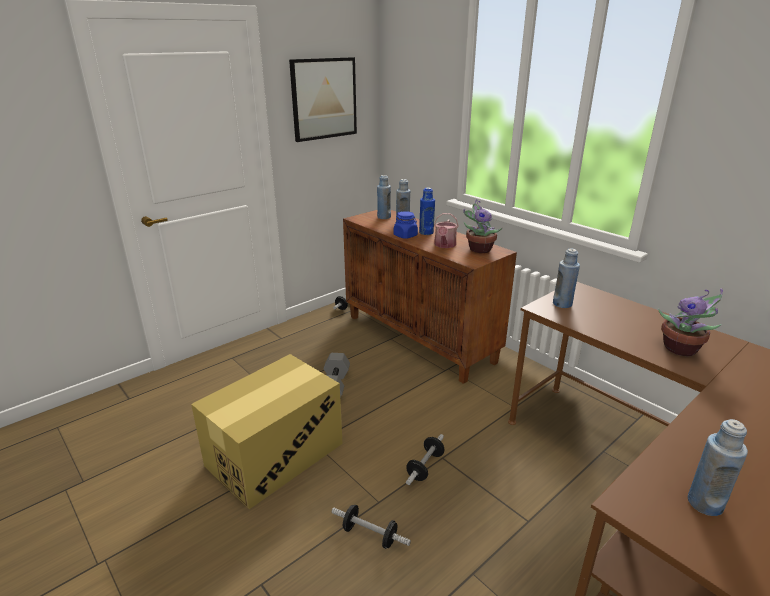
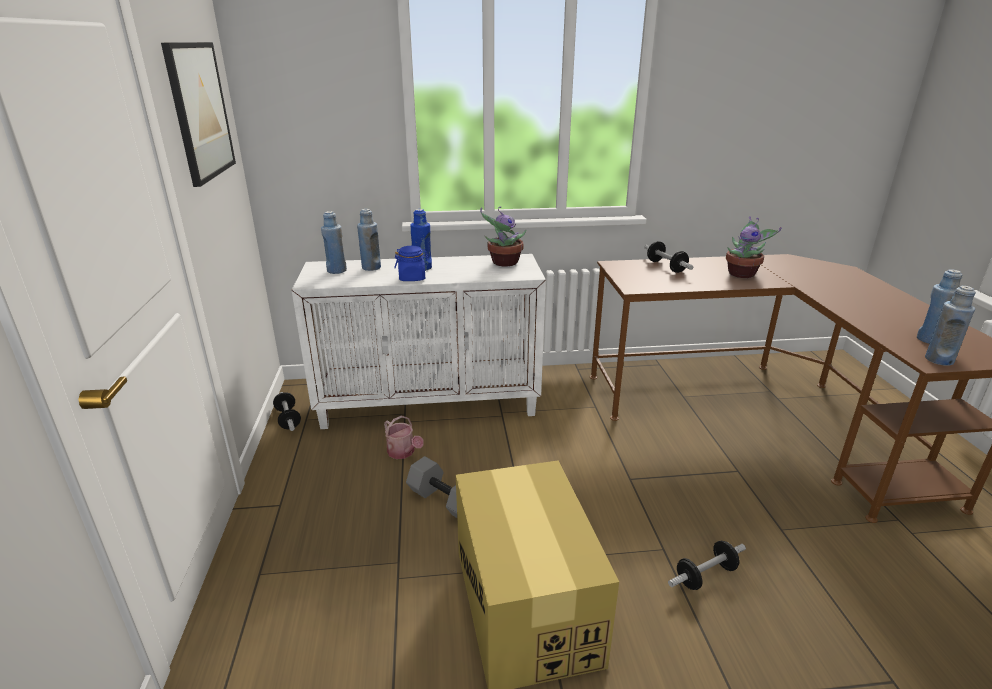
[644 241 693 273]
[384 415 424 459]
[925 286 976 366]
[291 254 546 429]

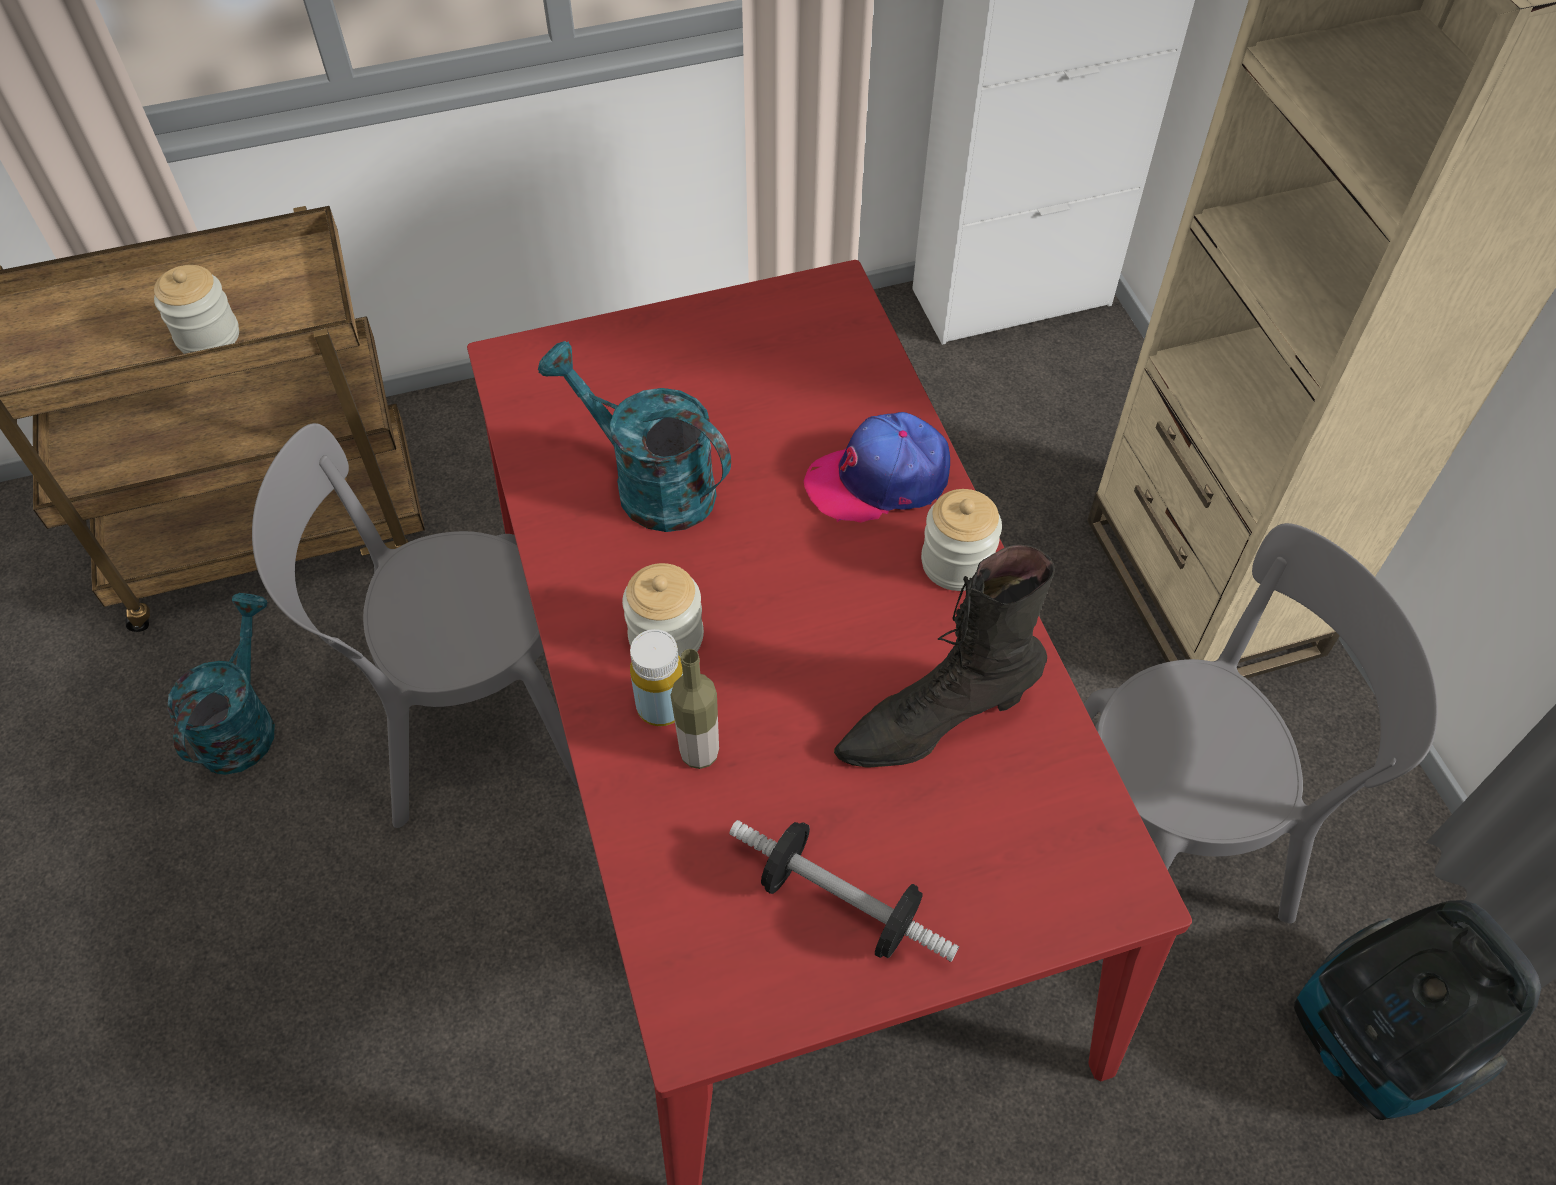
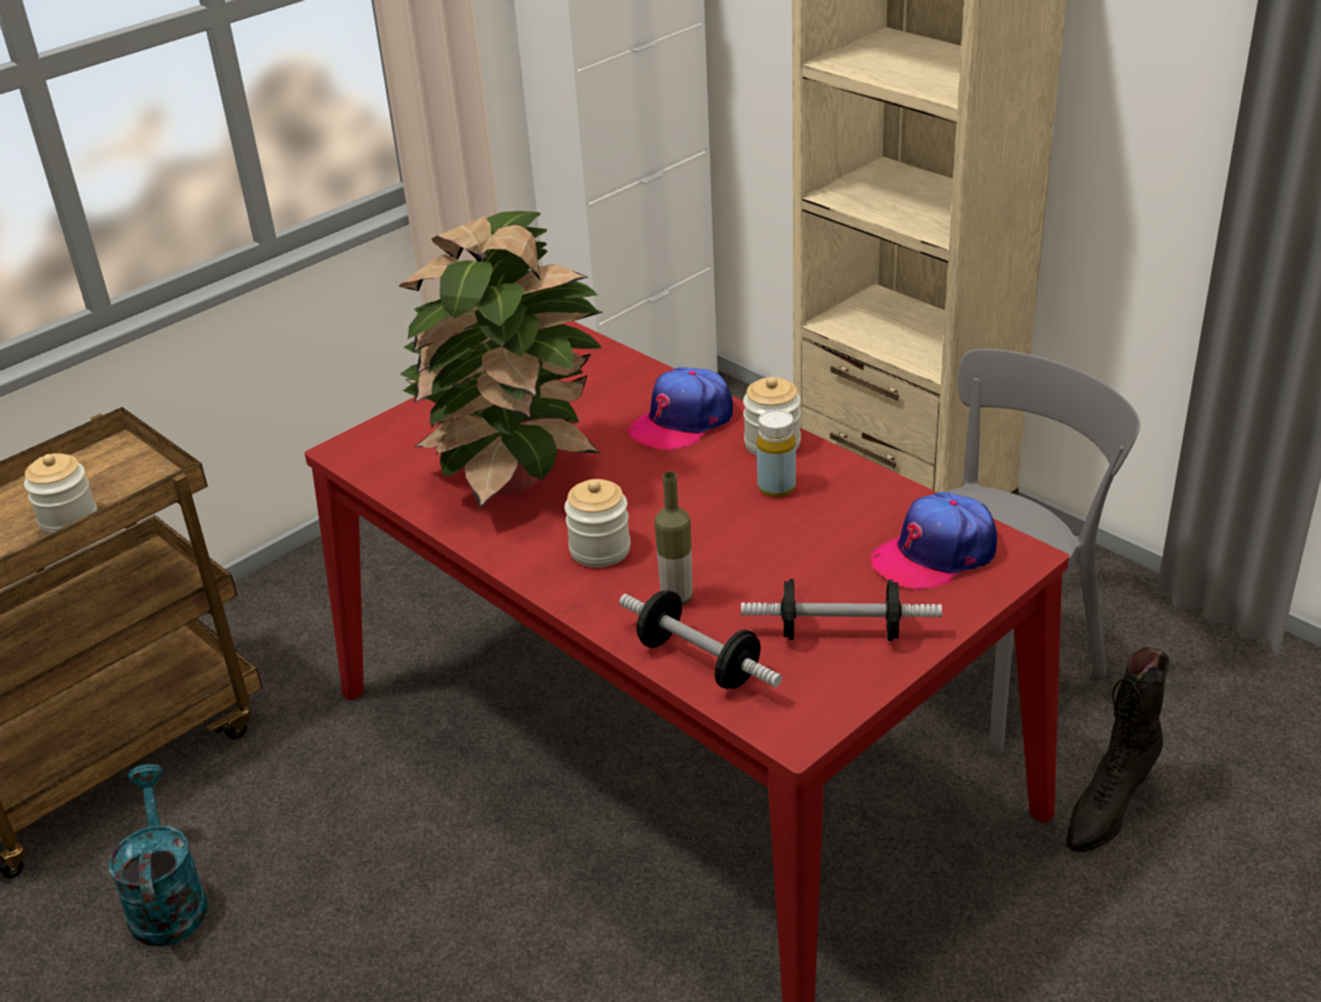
[252 423 578 828] (first image)
[1294 900 1541 1120] (first image)
[619 590 782 689]
[871 492 997 591]
[757 410 796 497]
[1066 647 1170 852]
[399 211 603 507]

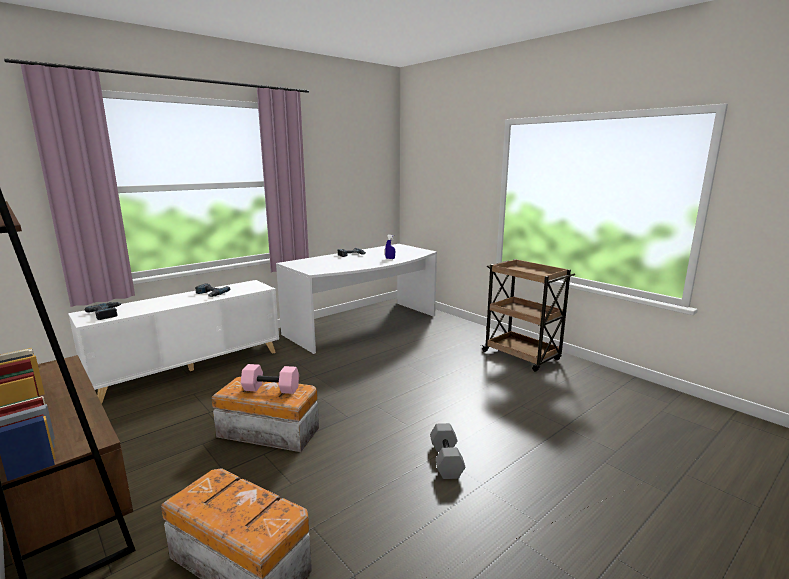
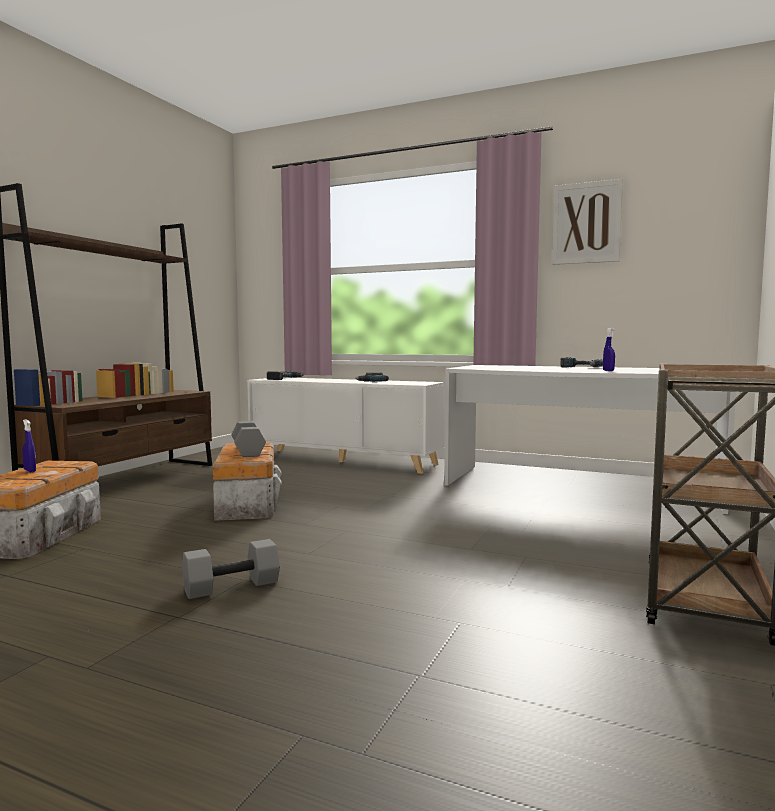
[23 419 36 472]
[552 179 623 265]
[231 421 266 457]

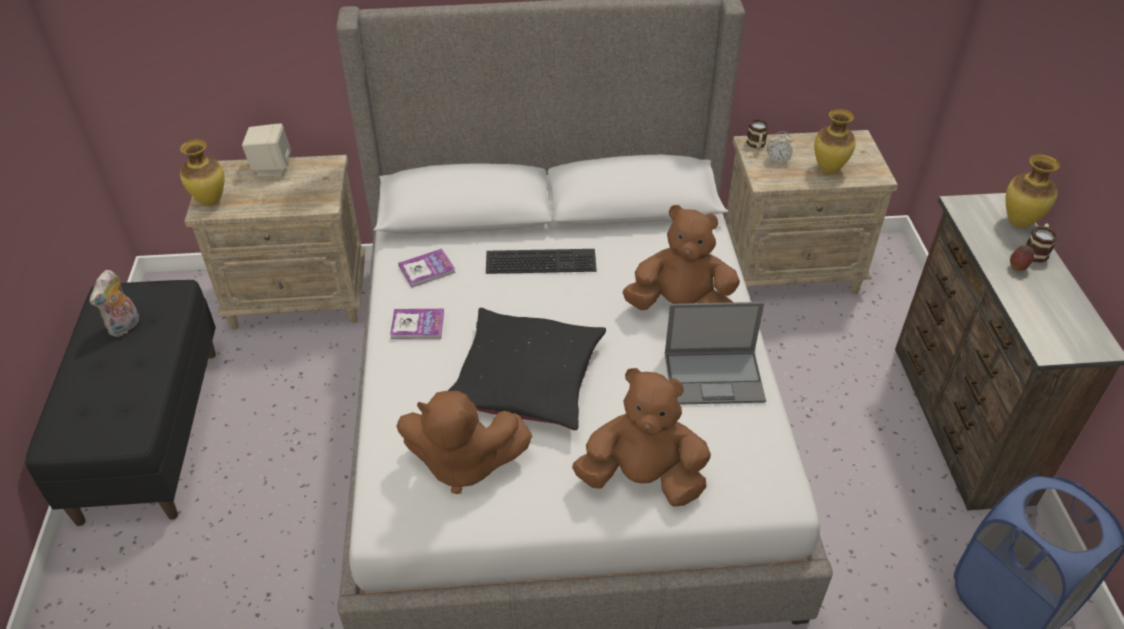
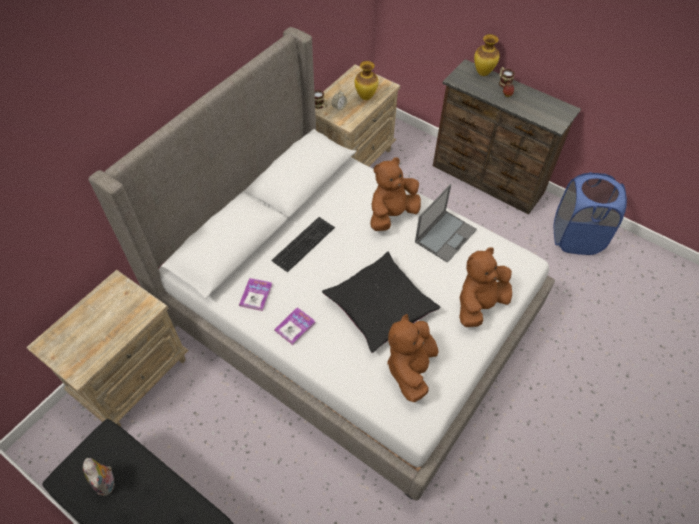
[180 139 225 206] (first image)
[242 124 291 177] (first image)
[387 314 439 402]

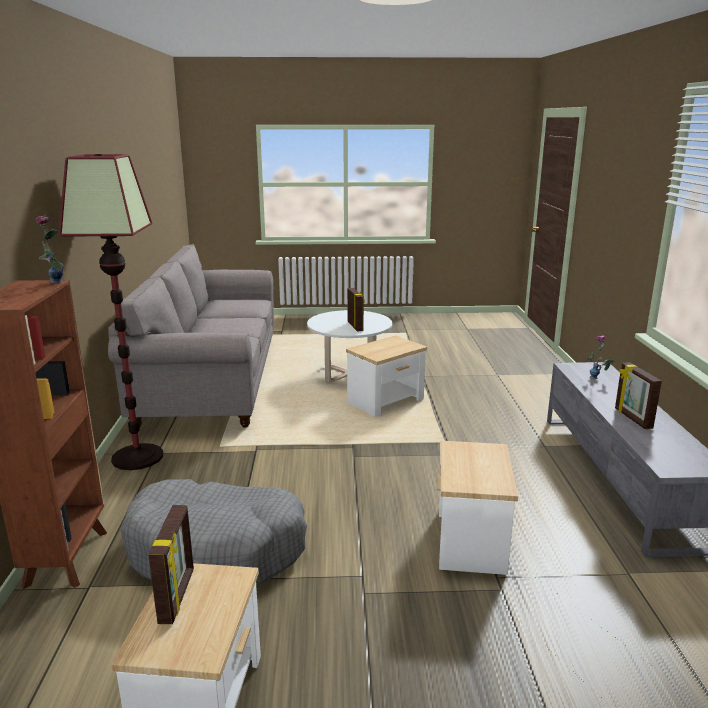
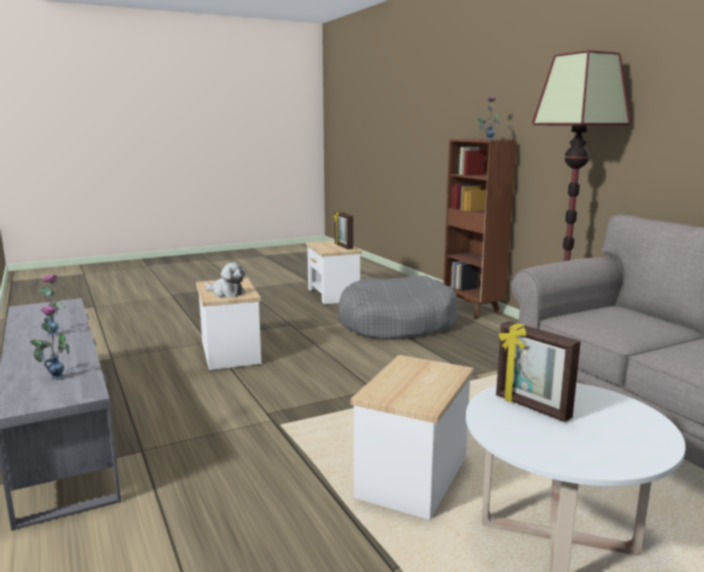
[205 262 245 297]
[39 274 66 337]

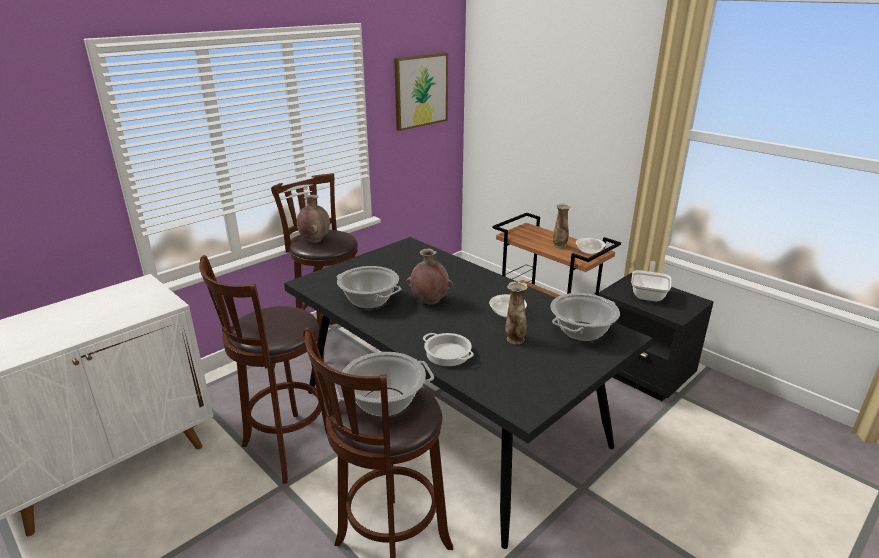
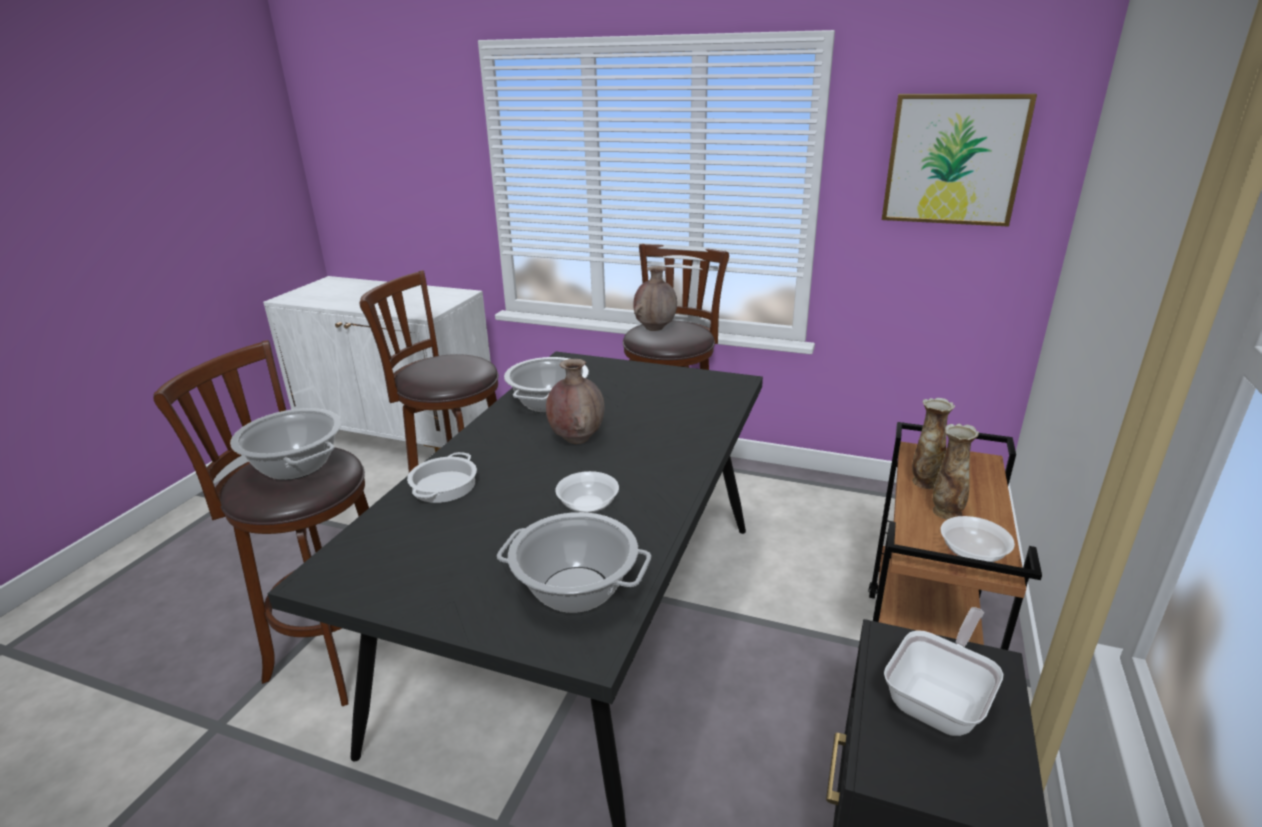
[912 398 955 489]
[884 607 1004 736]

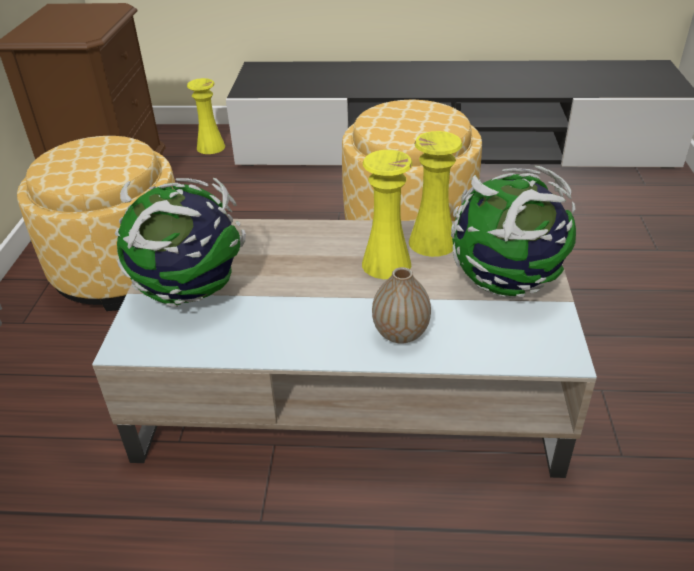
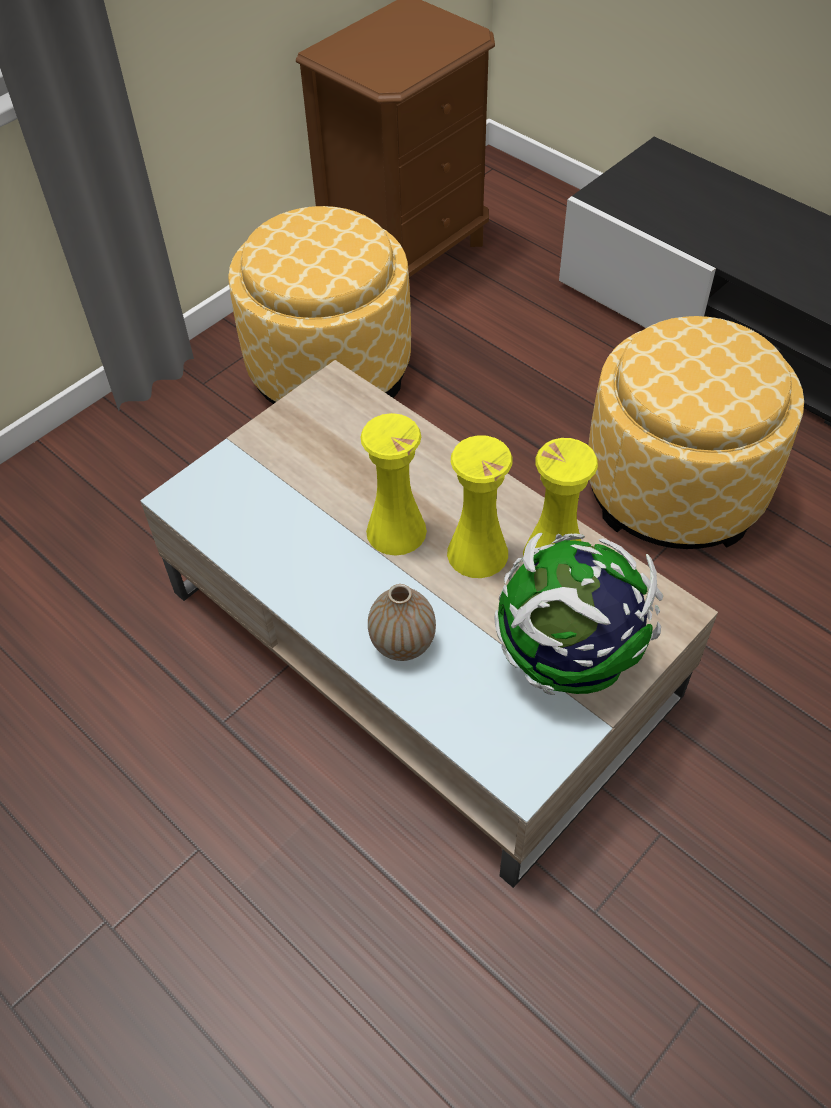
[115 178 246 307] (first image)
[360 413 427 556]

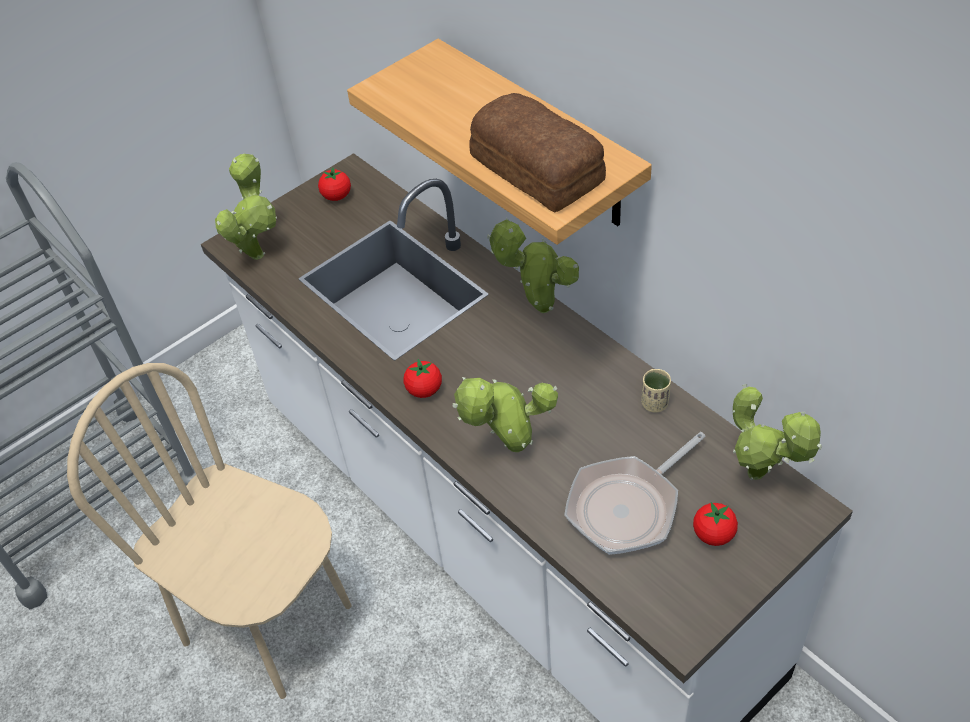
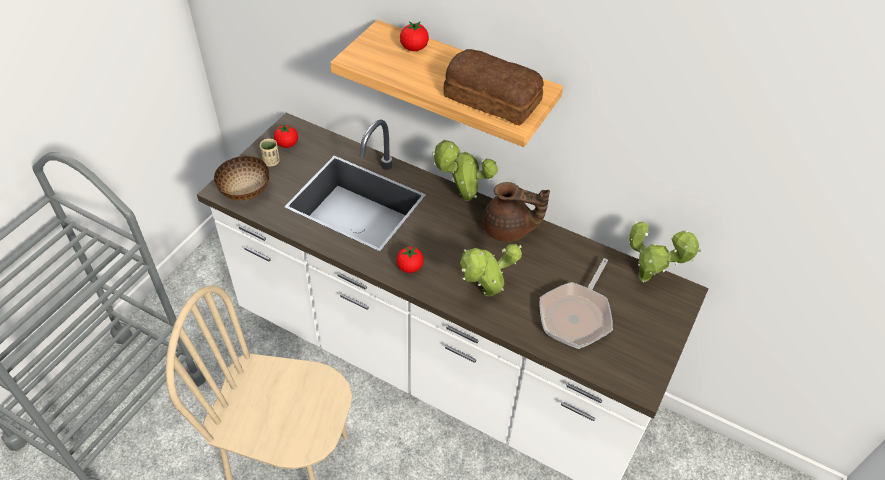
[483 182 550 242]
[260 139 280 166]
[400 21 429 51]
[214 156 269 201]

